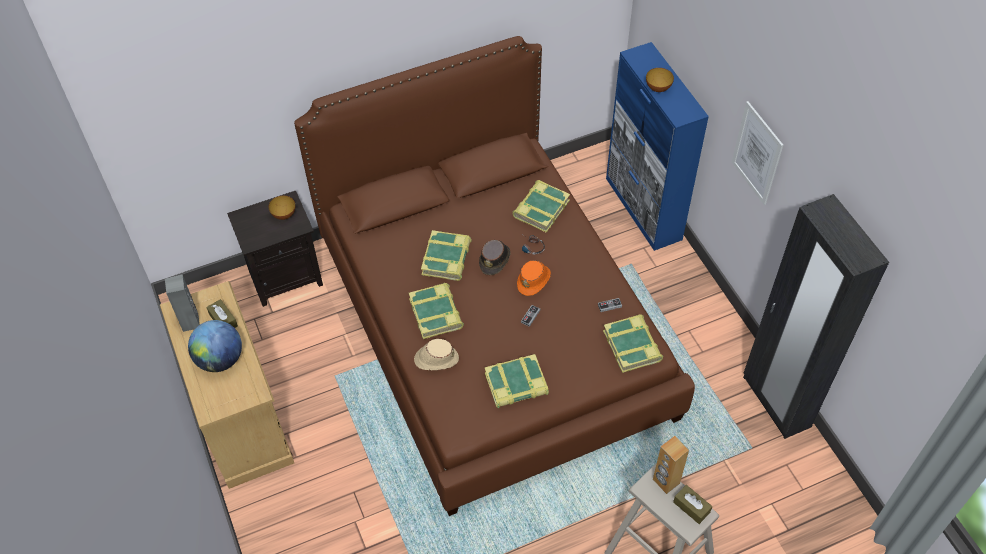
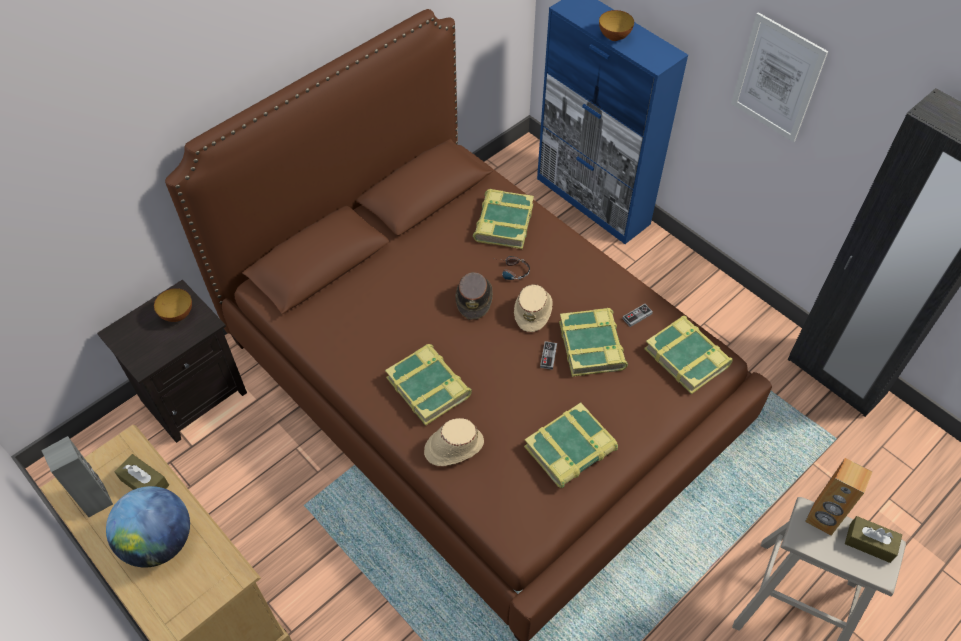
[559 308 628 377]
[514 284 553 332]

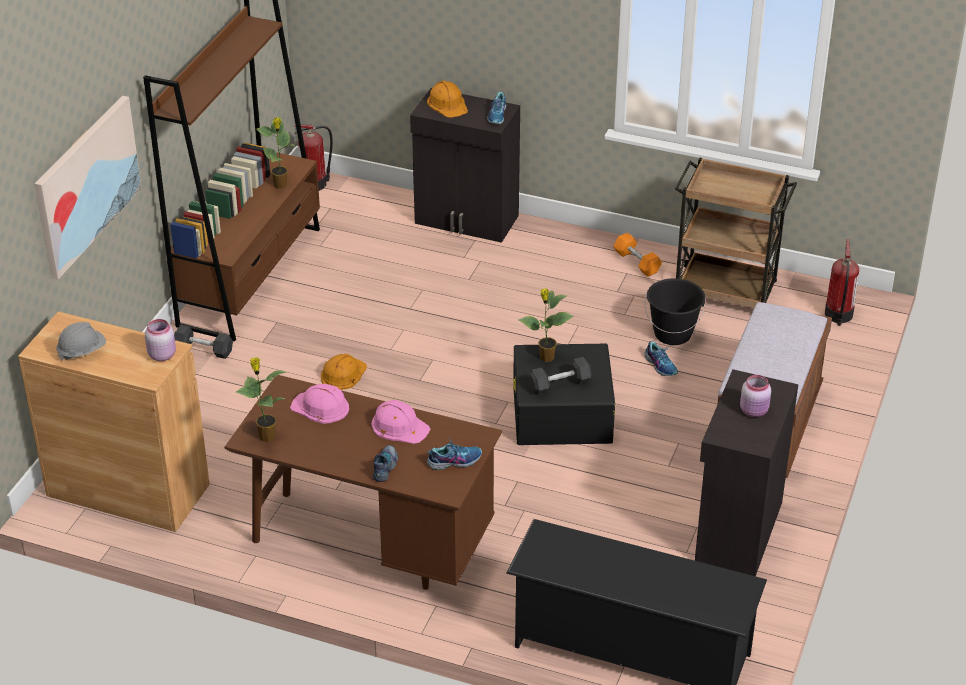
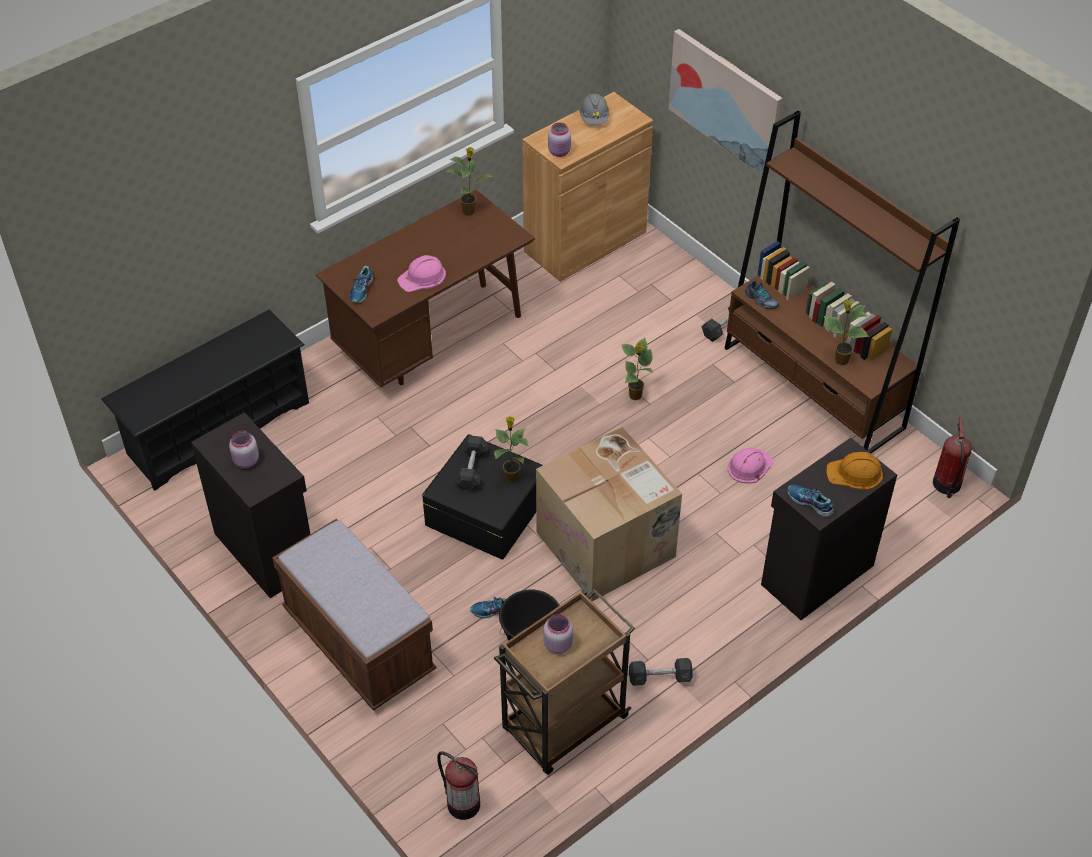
[536 427 682 601]
[544 614 573 654]
[728 448 773 484]
[745 280 779 309]
[622 338 653 400]
[629 658 693 686]

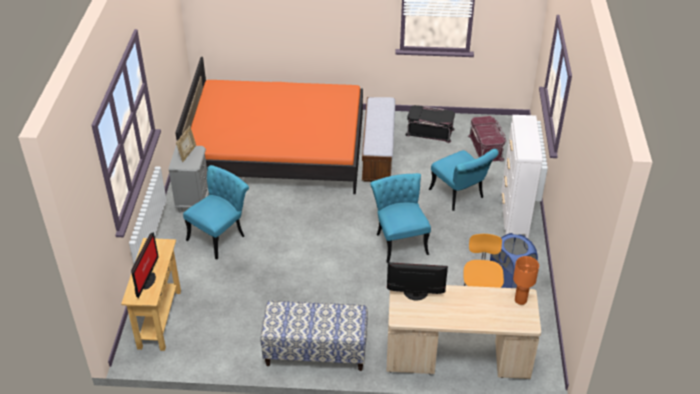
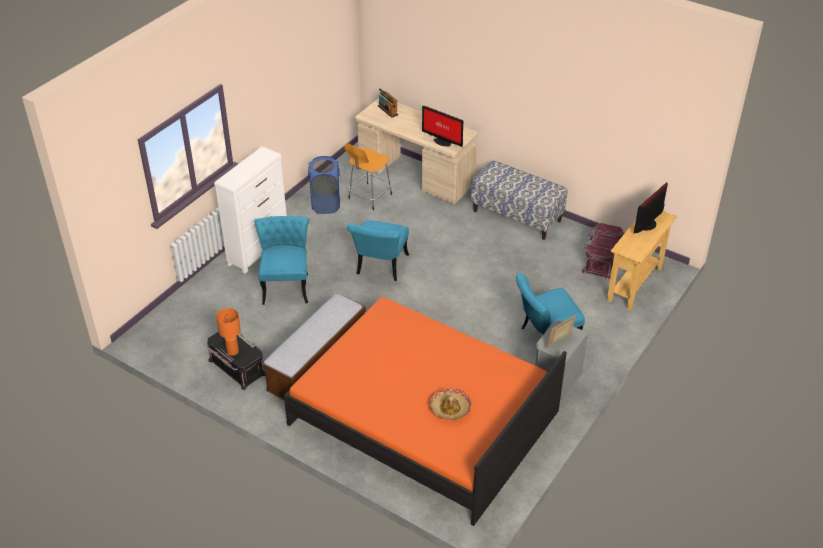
[378 89 398 118]
[429 388 471 420]
[582 223 623 279]
[216 308 241 356]

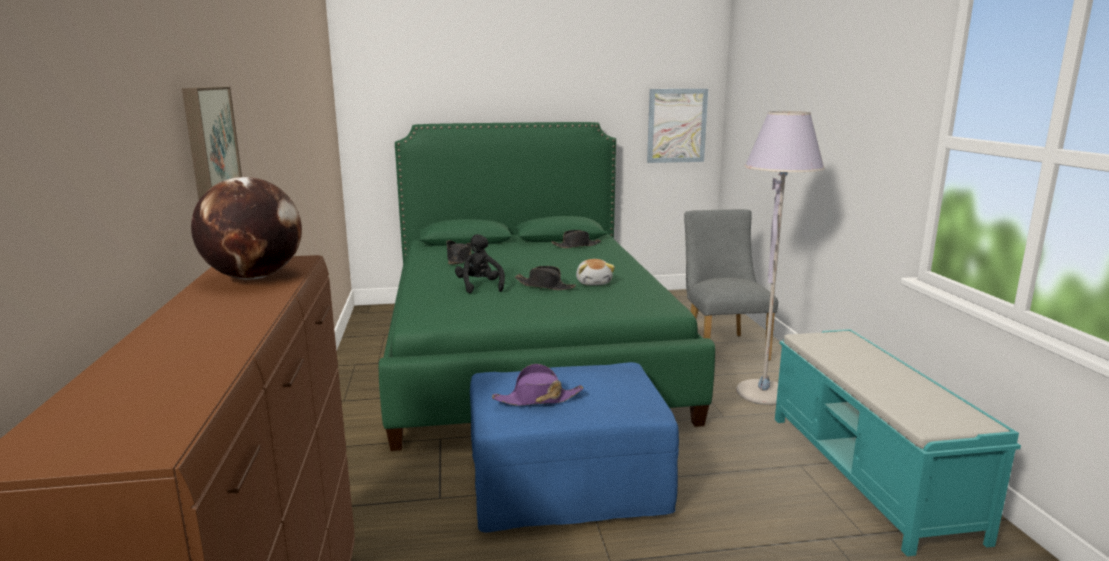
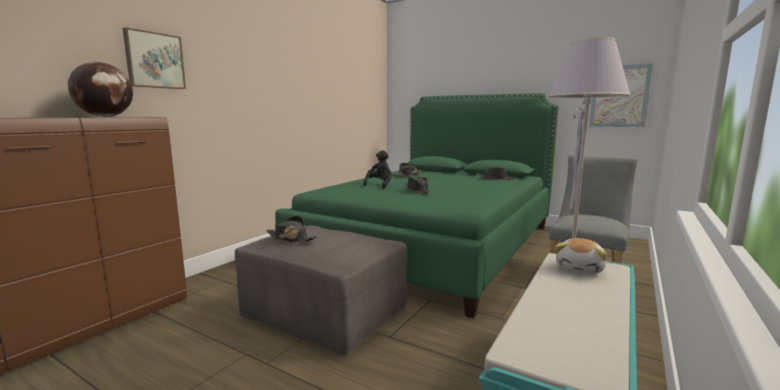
[555 238 607 274]
[235 225 407 356]
[267 215 317 243]

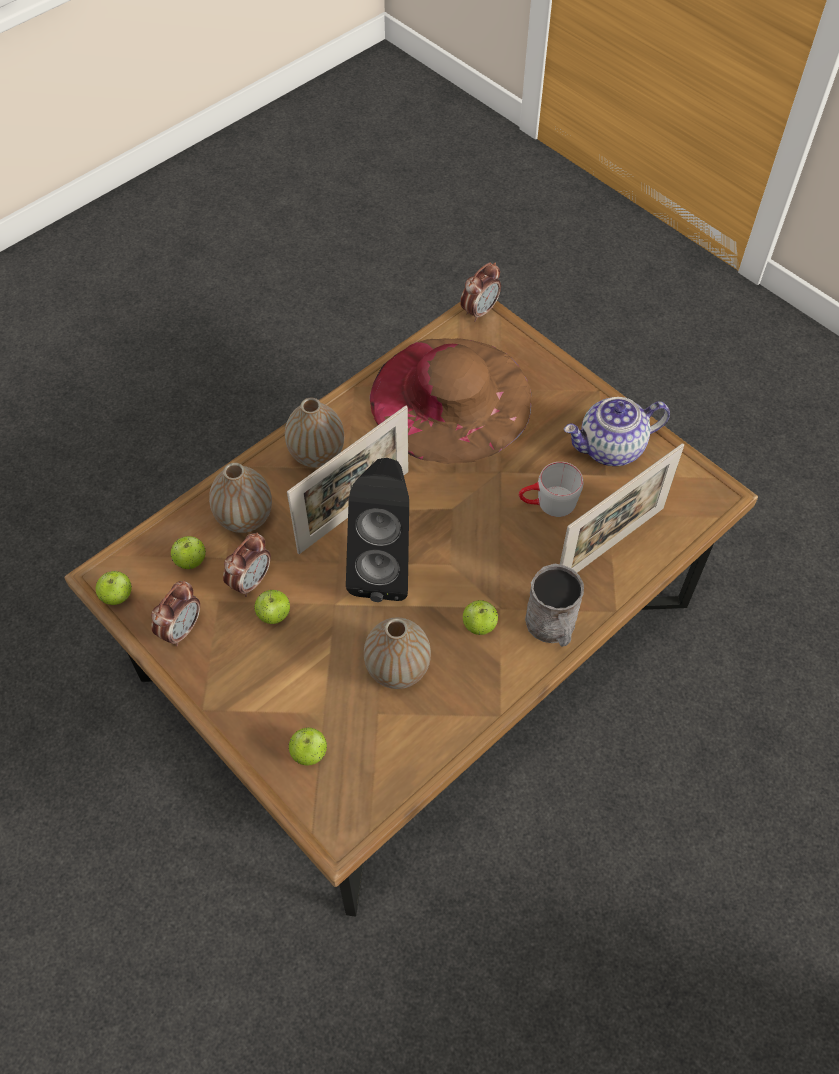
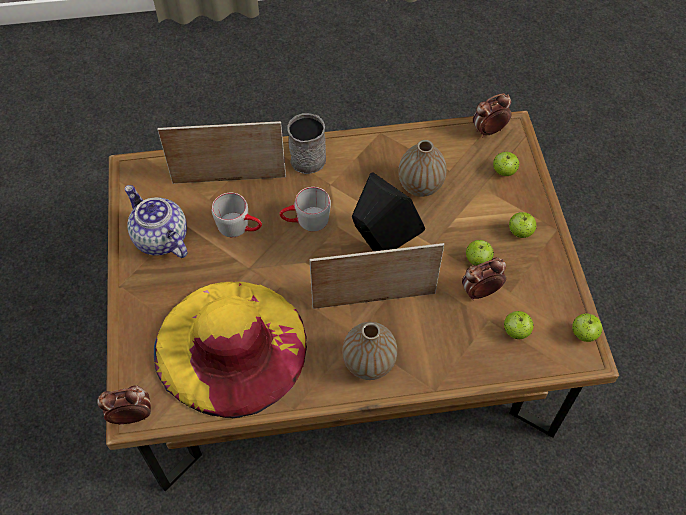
[209 463 272 533] (first image)
[279 187 331 232]
[473 93 512 137]
[509 212 536 238]
[154 282 307 418]
[125 185 187 258]

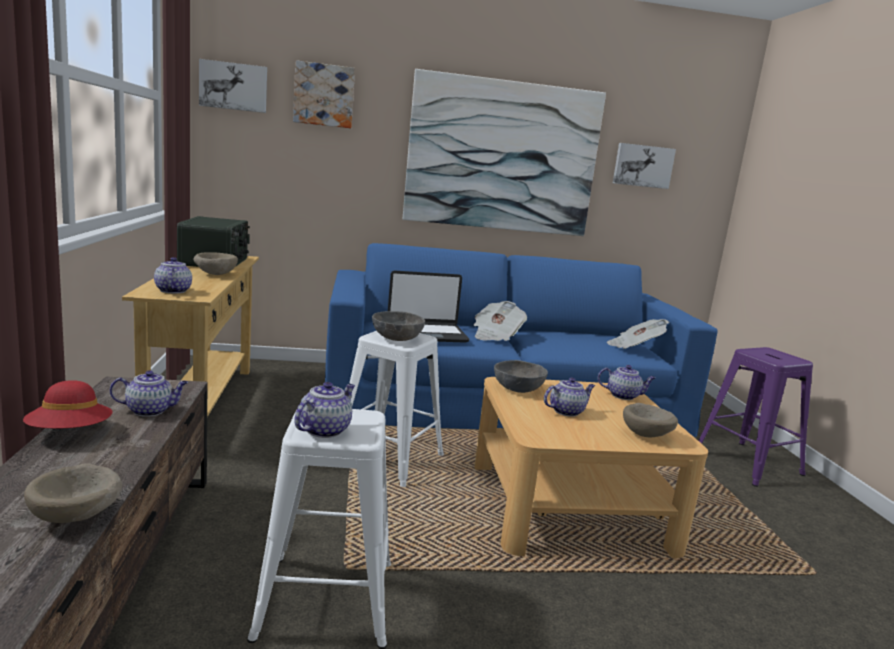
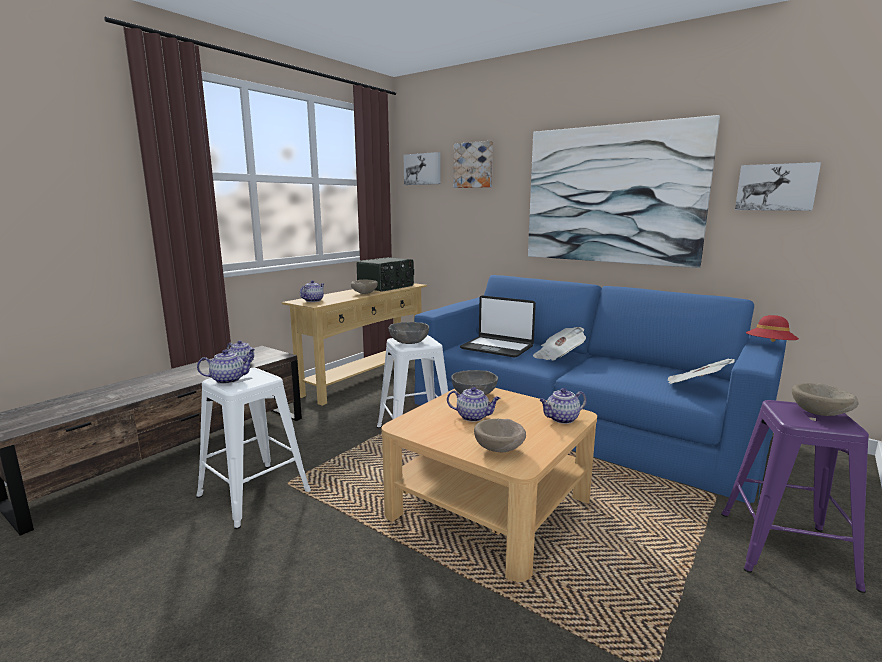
[746 315 799 342]
[792 383 859 416]
[540 388 587 424]

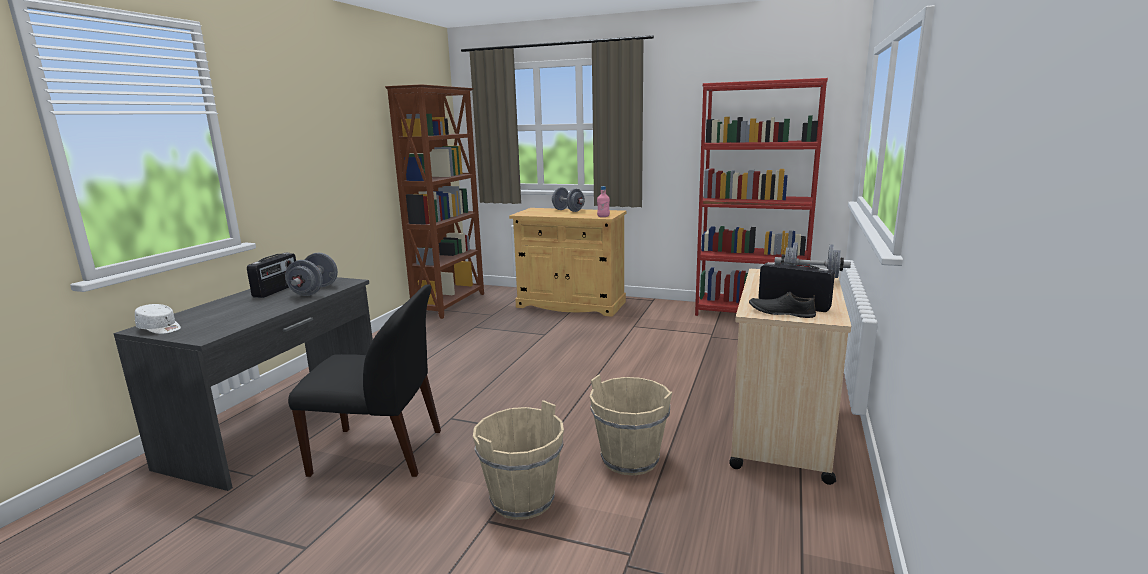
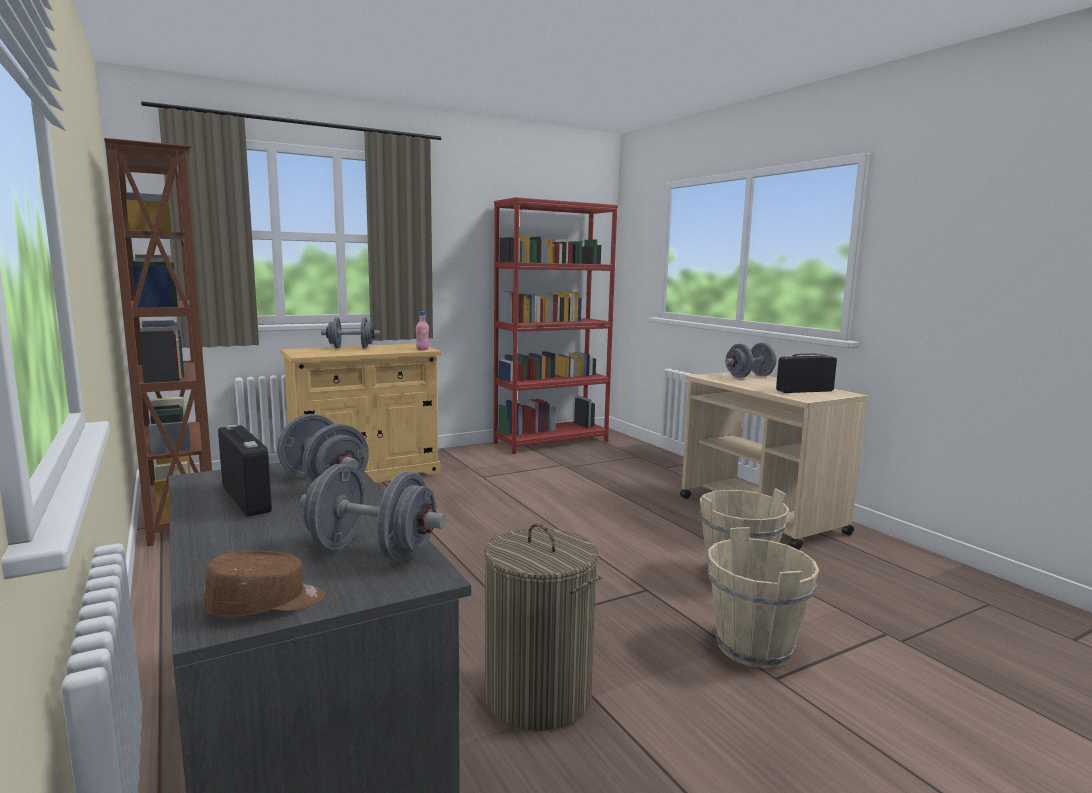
[749 292 816 318] (first image)
[299 464 446 561]
[484 523 602 731]
[204 550 325 617]

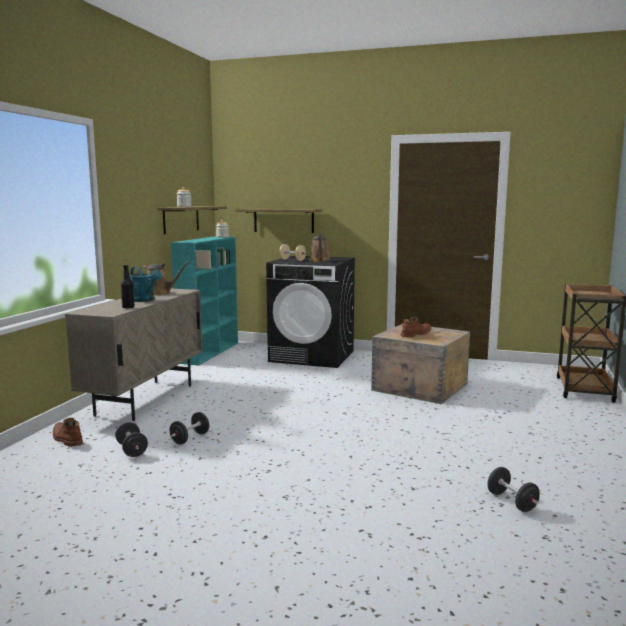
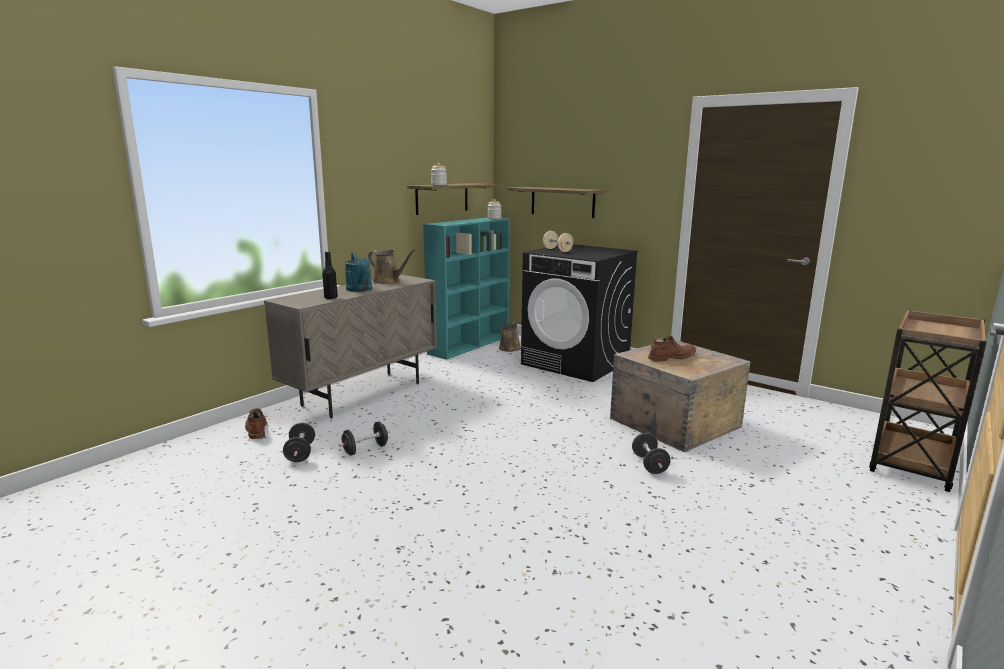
[498 323 521 352]
[632 433 671 474]

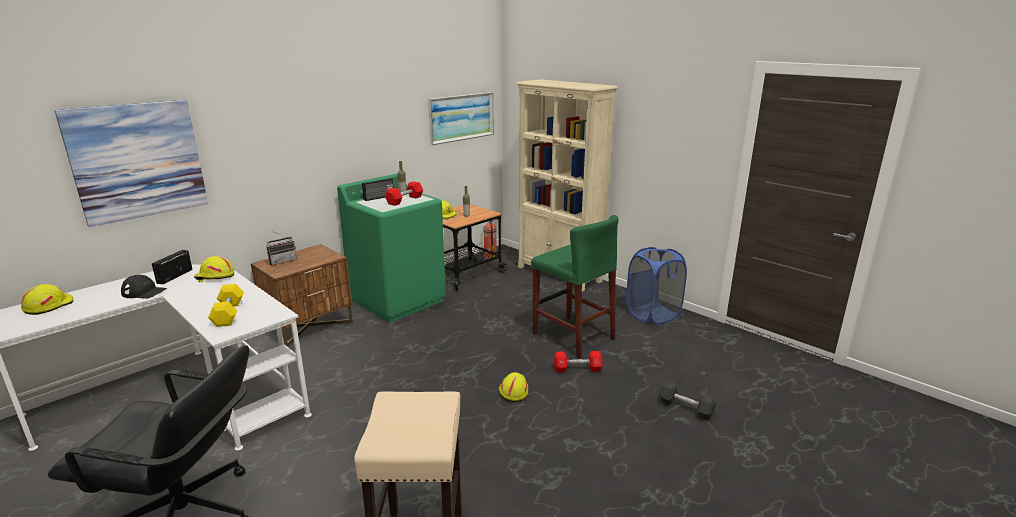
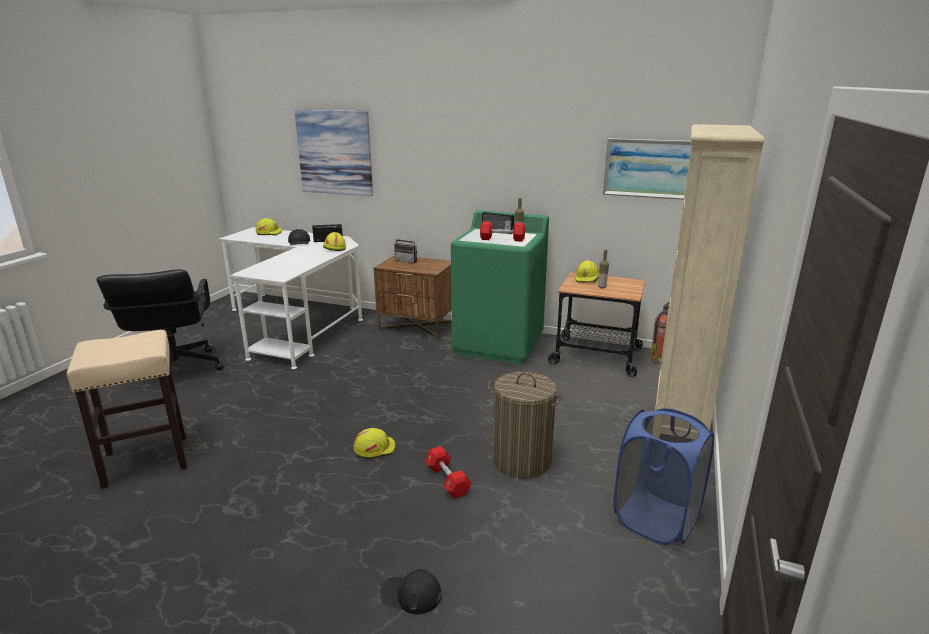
[208 284 244 327] (first image)
[488 372 563 478]
[380 569 442 614]

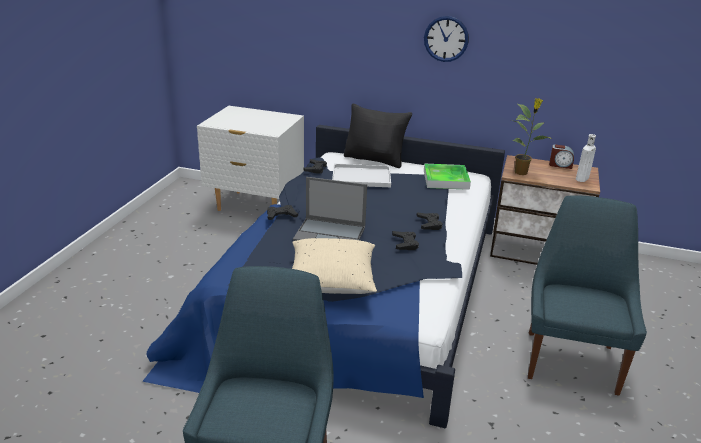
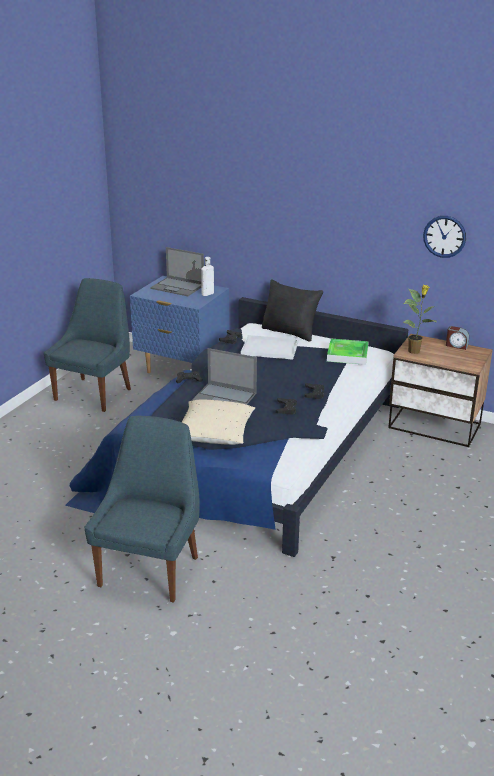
[150 247 204 296]
[423 216 466 258]
[44 278 131 412]
[201 257 214 296]
[130 276 229 373]

